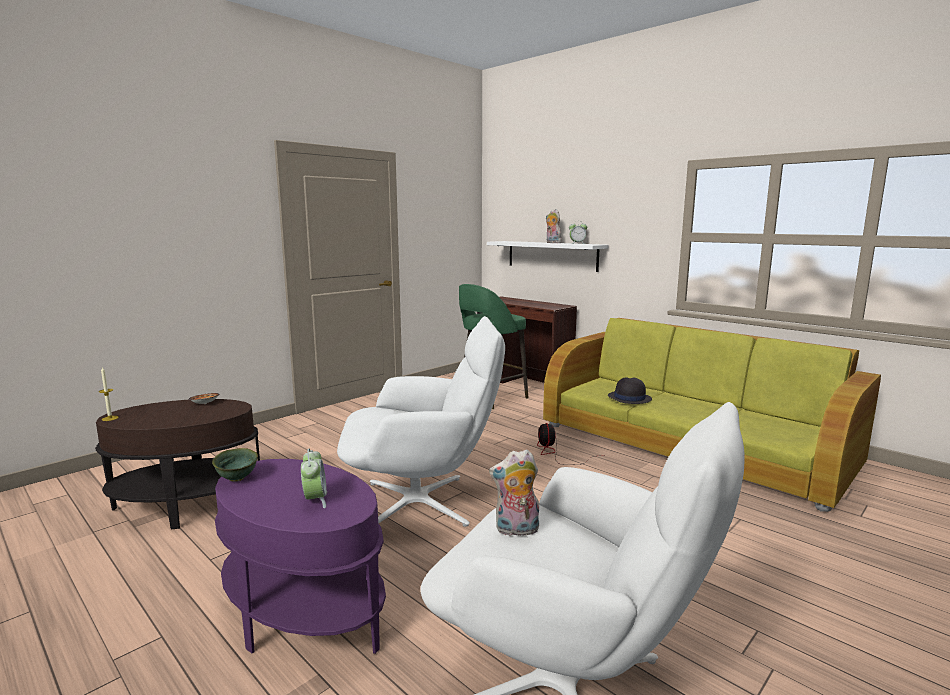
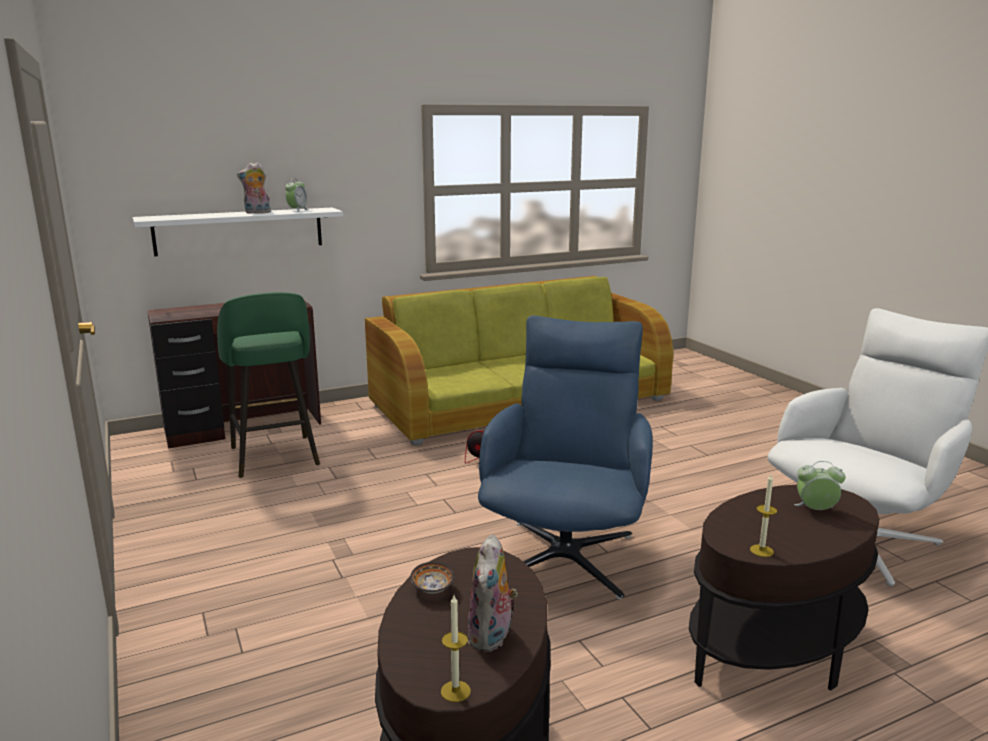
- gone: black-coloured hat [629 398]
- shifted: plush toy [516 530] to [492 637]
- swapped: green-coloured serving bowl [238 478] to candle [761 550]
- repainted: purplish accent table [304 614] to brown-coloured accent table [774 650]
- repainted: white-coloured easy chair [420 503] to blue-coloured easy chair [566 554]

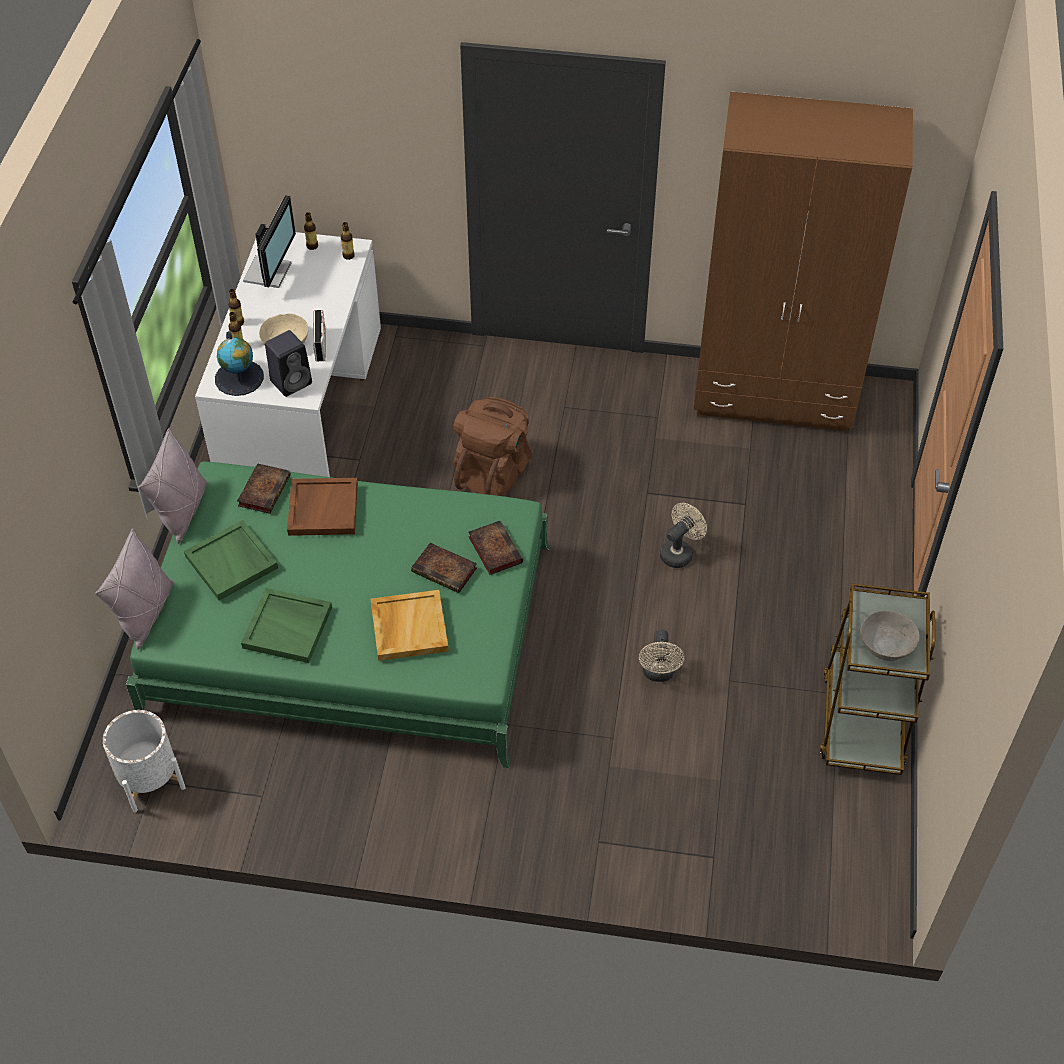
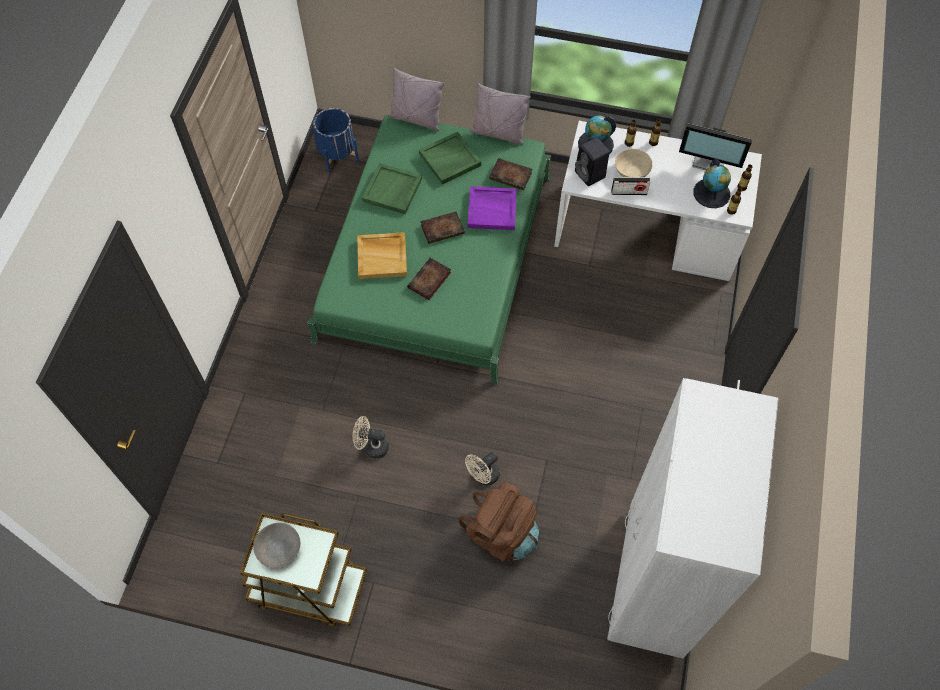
- new: world globe [711 193]
- shifted: brown-coloured knapsack [493 471] to [501 534]
- shifted: bound book [494 549] to [443 229]
- repainted: white-coloured flower pot [149 779] to blue-coloured flower pot [338 155]
- repainted: brown-coloured tray [322 508] to purplish tray [492 209]
- repainted: brown-coloured wardrobe [774 397] to white-coloured wardrobe [653 581]
- rotated: sand-coloured cooling fan [679 552] = [483 476] 90 degrees clockwise

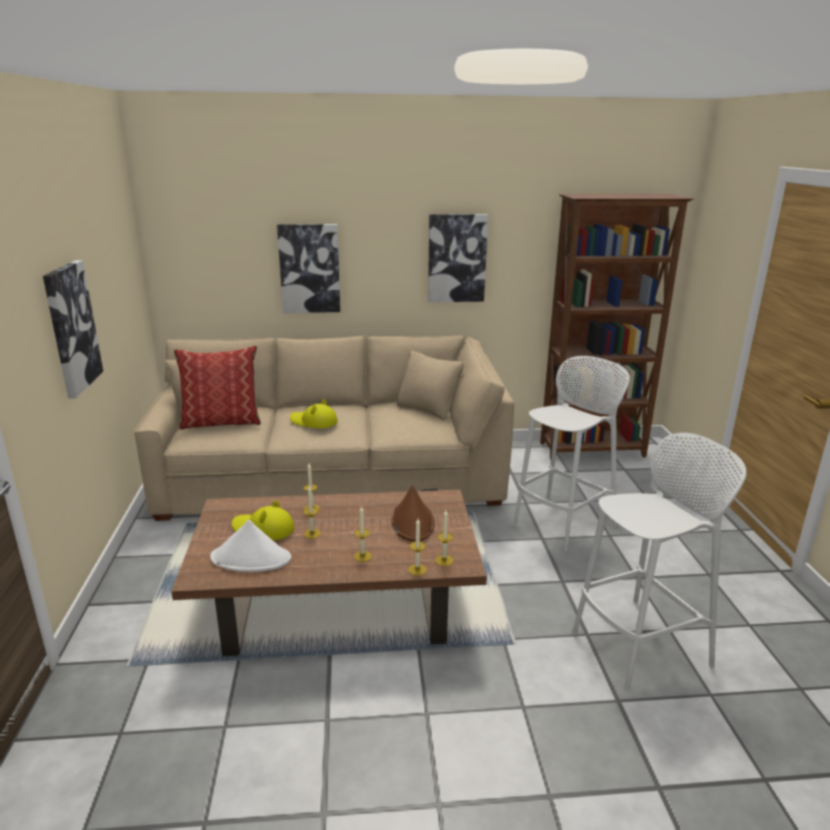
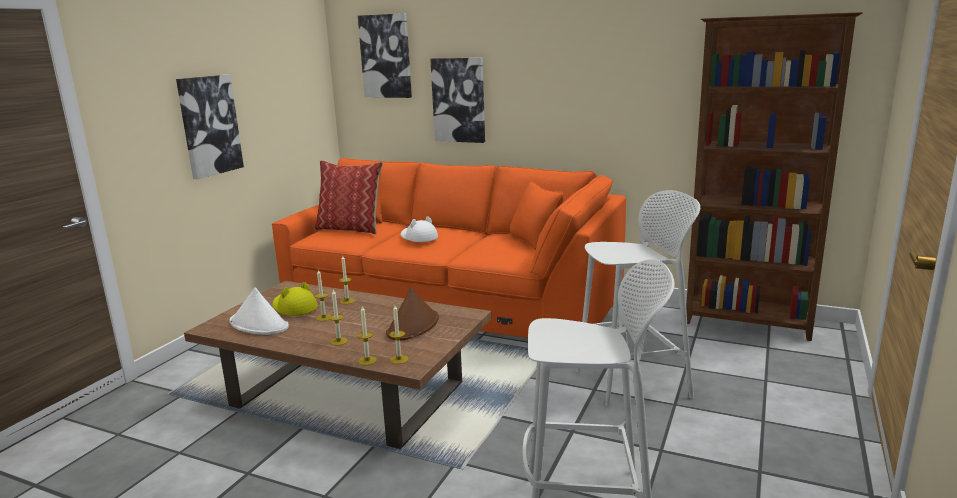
- shifted: wall picture [456 258] to [386 56]
- repainted: sand-coloured sofa [334 480] to orange sofa [450 302]
- repainted: yellow-coloured hat [313 422] to white-coloured hat [418 237]

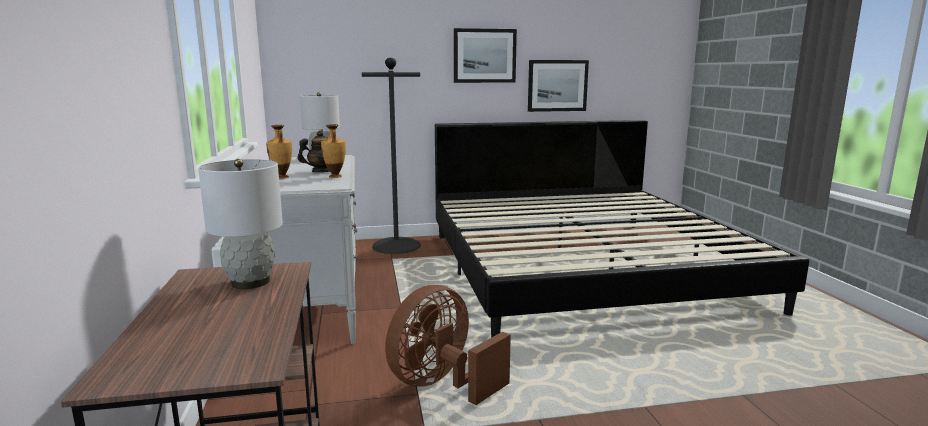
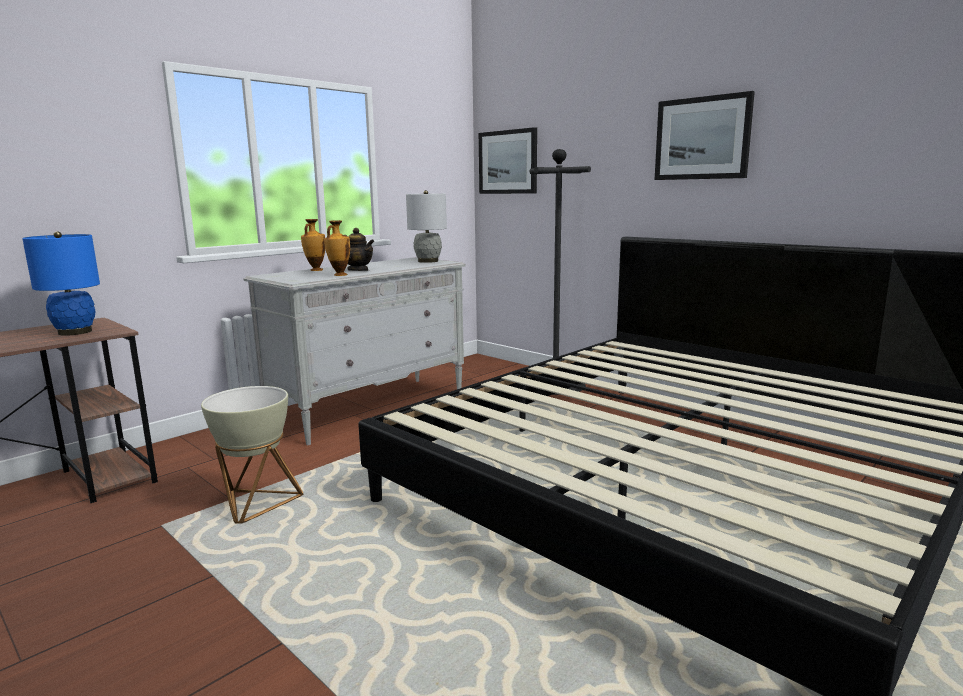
- shifted: wall picture [557 85] to [508 162]
- swapped: brown-coloured cooling fan [442 384] to flower pot [257 504]
- repainted: white-coloured lamp for a table [251 282] to blue-coloured lamp for a table [75 332]

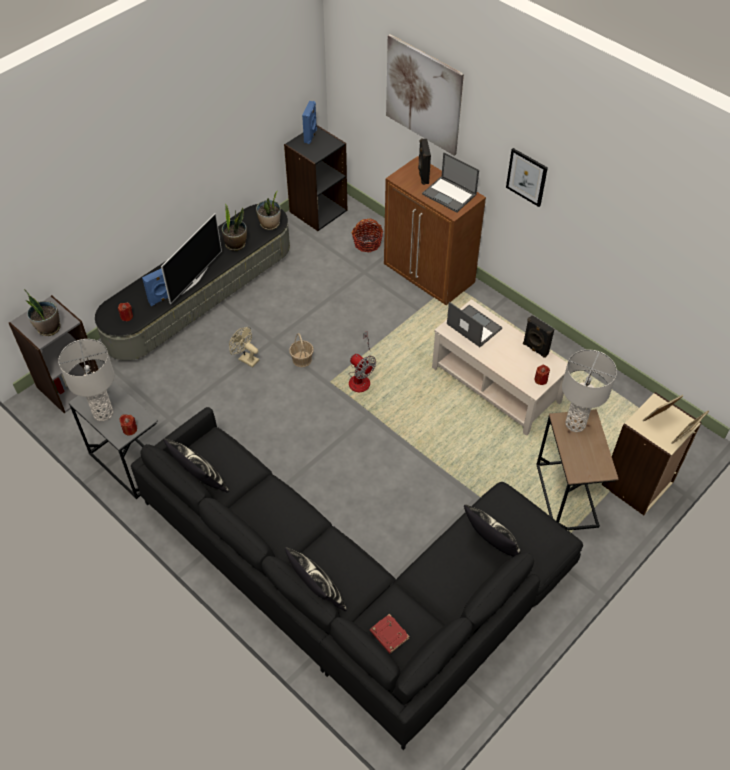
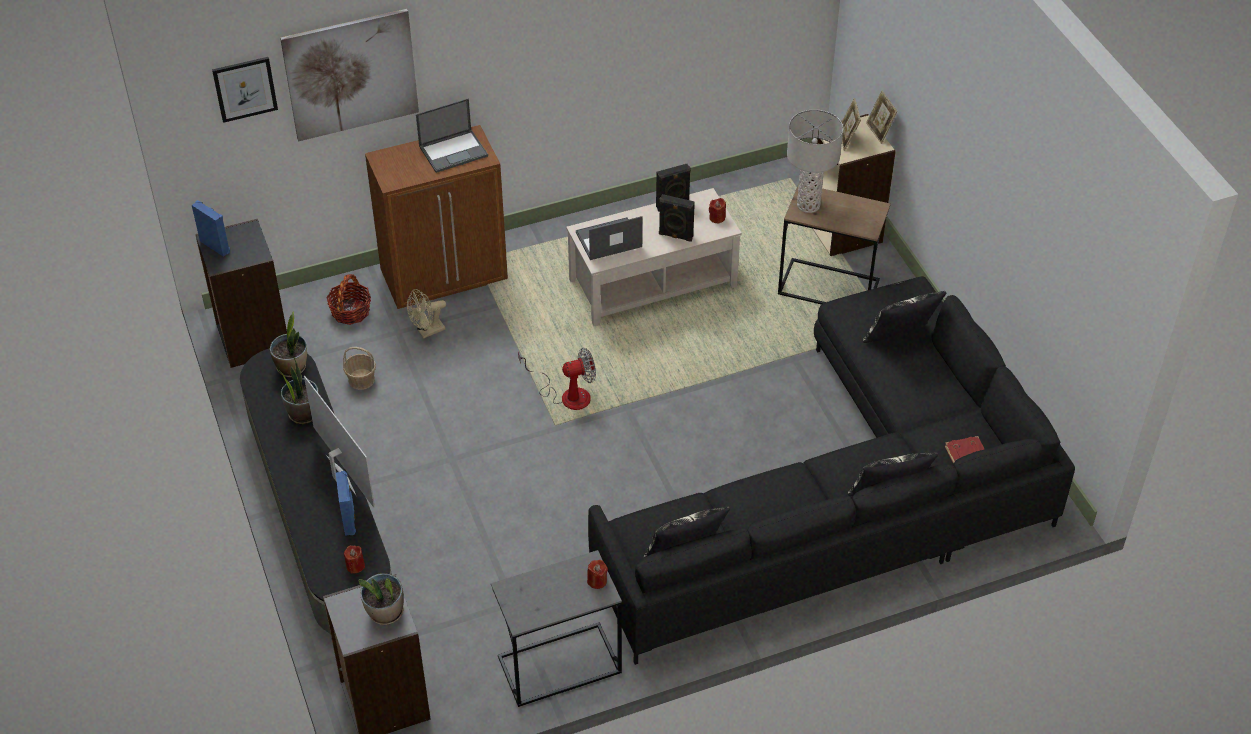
- gone: white-coloured lamp for a table [103 413]
- shifted: sand-coloured cooling fan [245 359] to [427 332]
- shifted: basket [302 359] to [361 380]
- shifted: black-coloured speaker [423 176] to [675 236]
- shifted: wall picture [527 177] to [245 89]

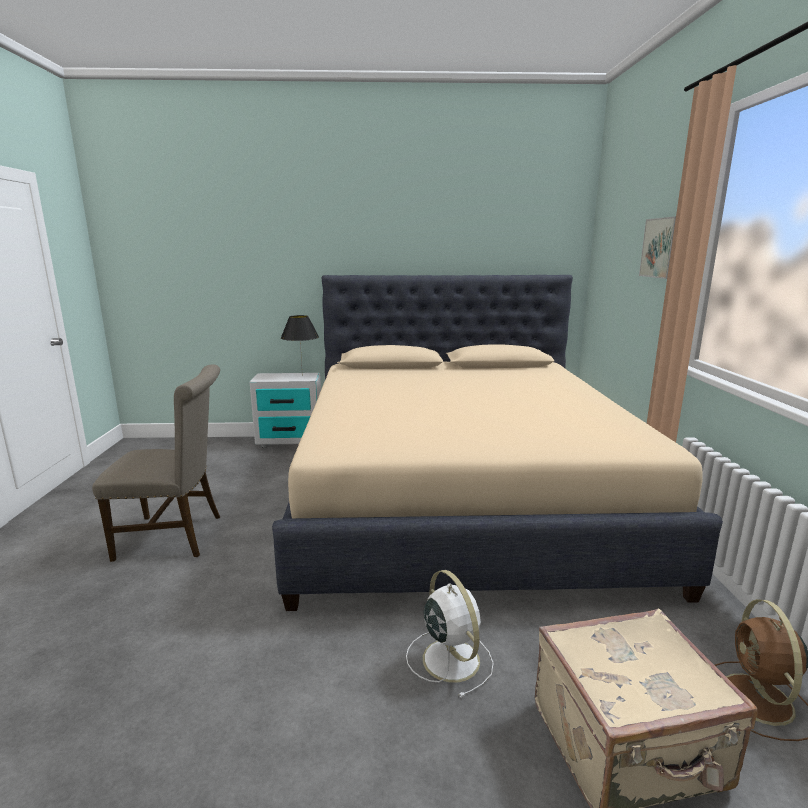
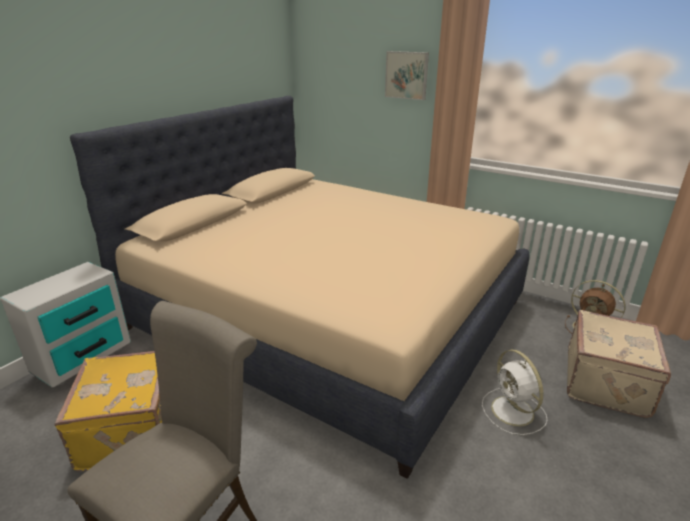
- gone: black-coloured lamp for a table [302 375]
- new: yellow-coloured suitcase [133 430]
- rotated: white-coloured cooling fan [449 658] = [513 412] 120 degrees counterclockwise

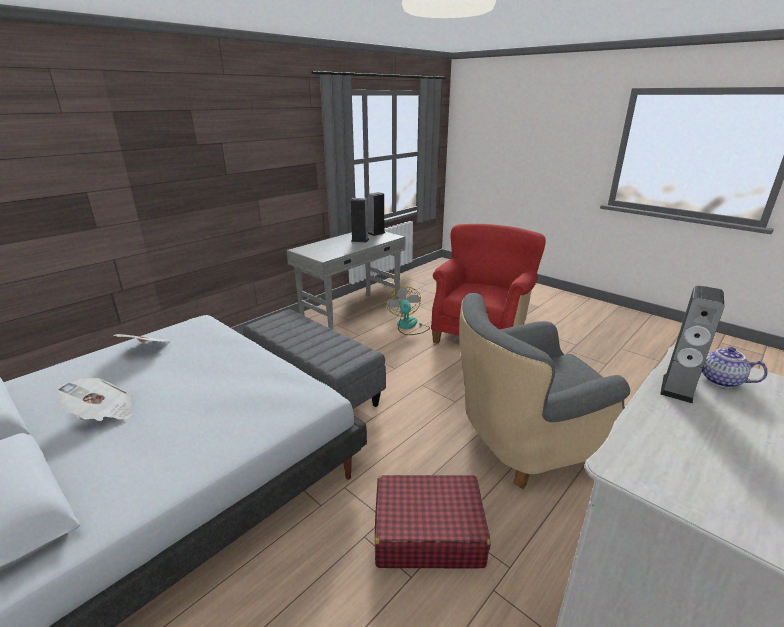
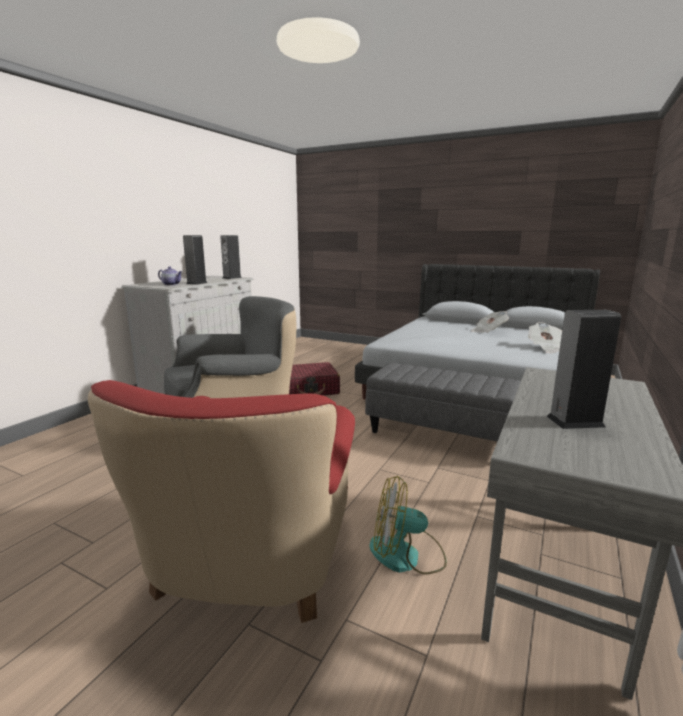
- shifted: speaker [376 233] to [232 278]
- rotated: cooling fan [408 326] = [406 555] 120 degrees clockwise

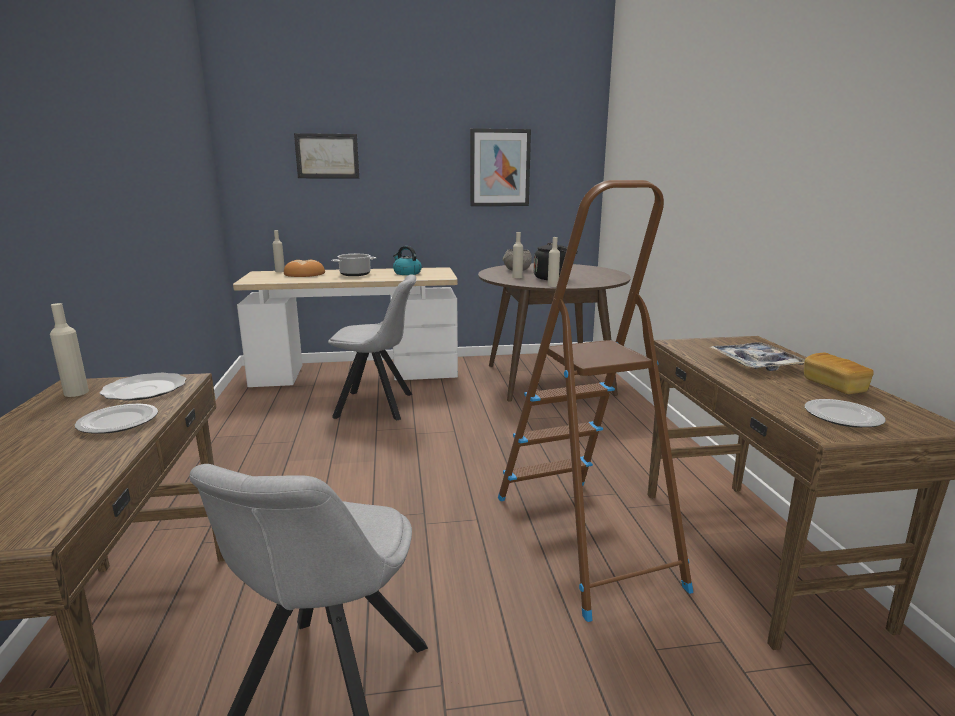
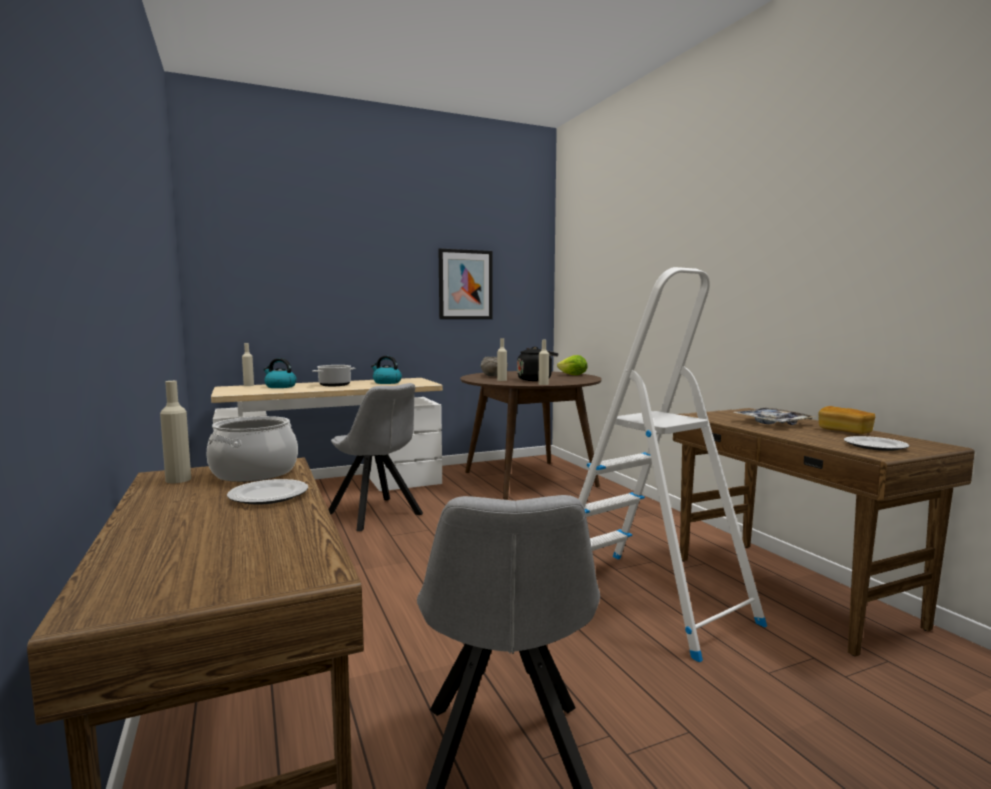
- gone: wall picture [327 156]
- new: lettuce head [573 375]
- swapped: dinner plate [144 390] to saucepot [255 473]
- swapped: baked bread [304 274] to water kettle [280 386]
- repainted: brown-coloured step ladder [582 537] to white-coloured step ladder [648 599]
- rotated: grey plain chair [377 405] = [376 514] 60 degrees clockwise

